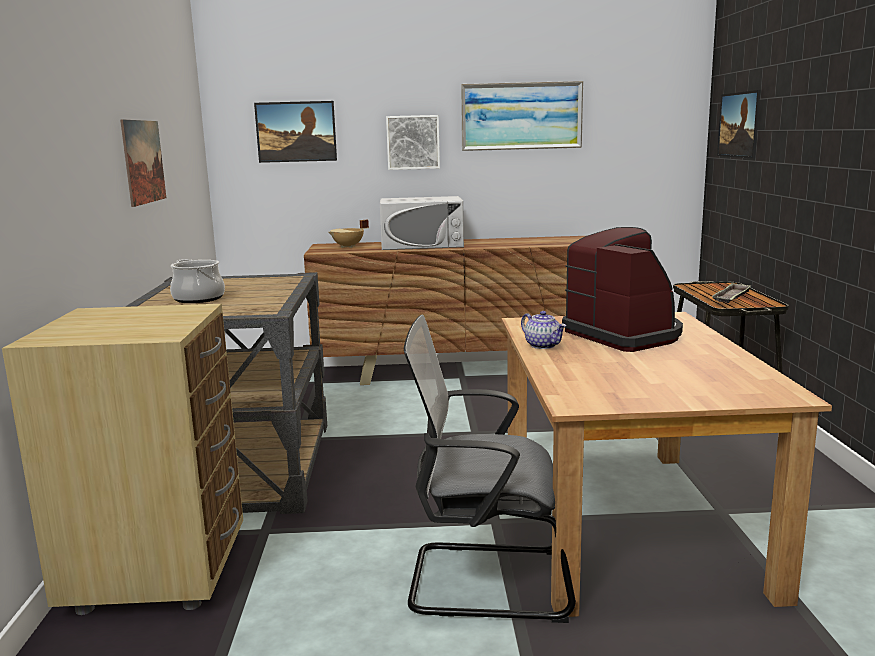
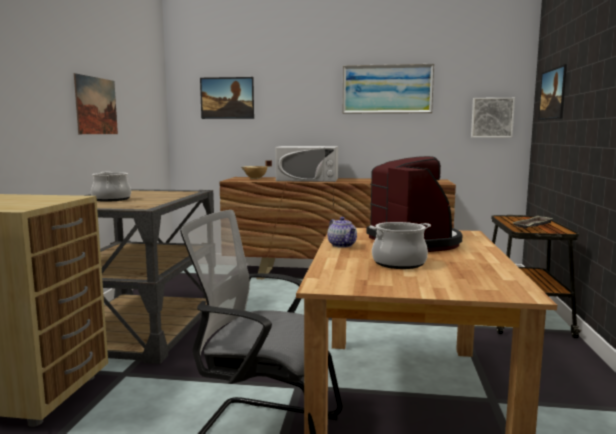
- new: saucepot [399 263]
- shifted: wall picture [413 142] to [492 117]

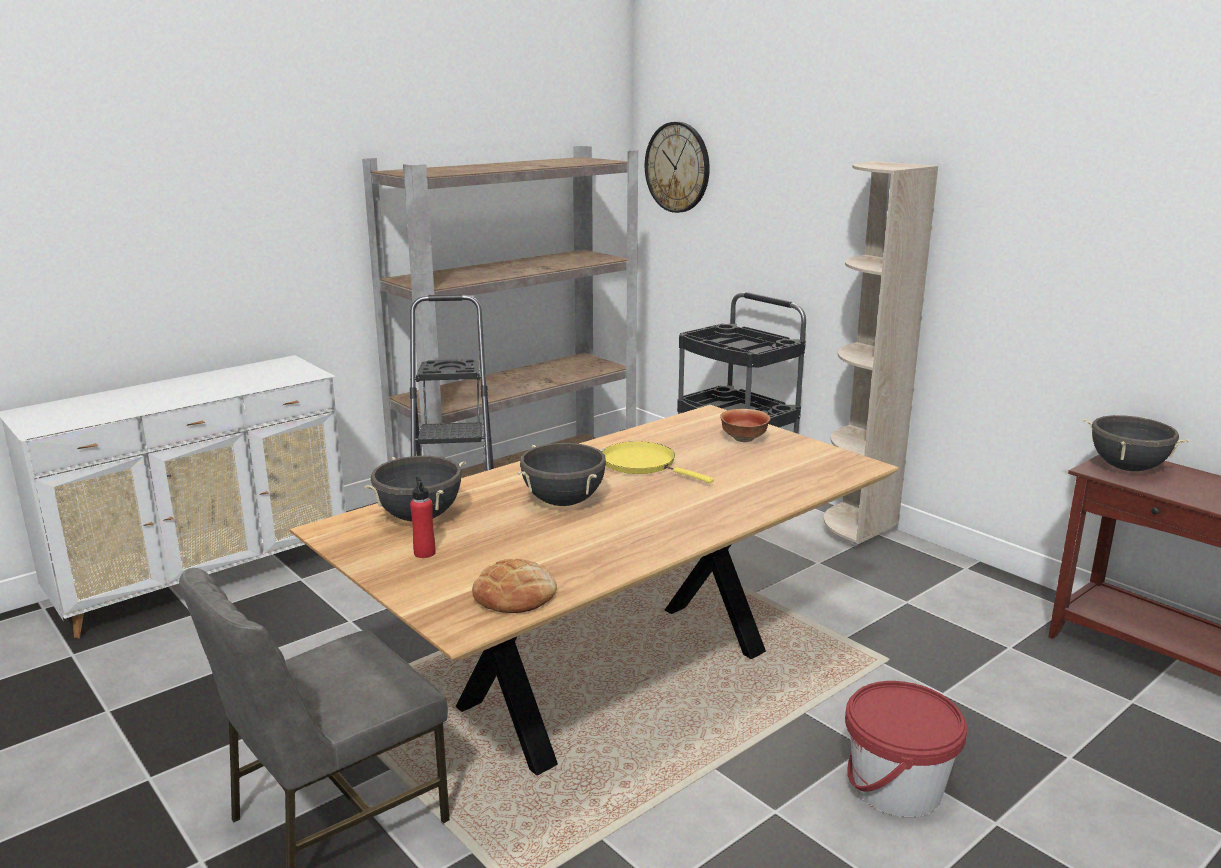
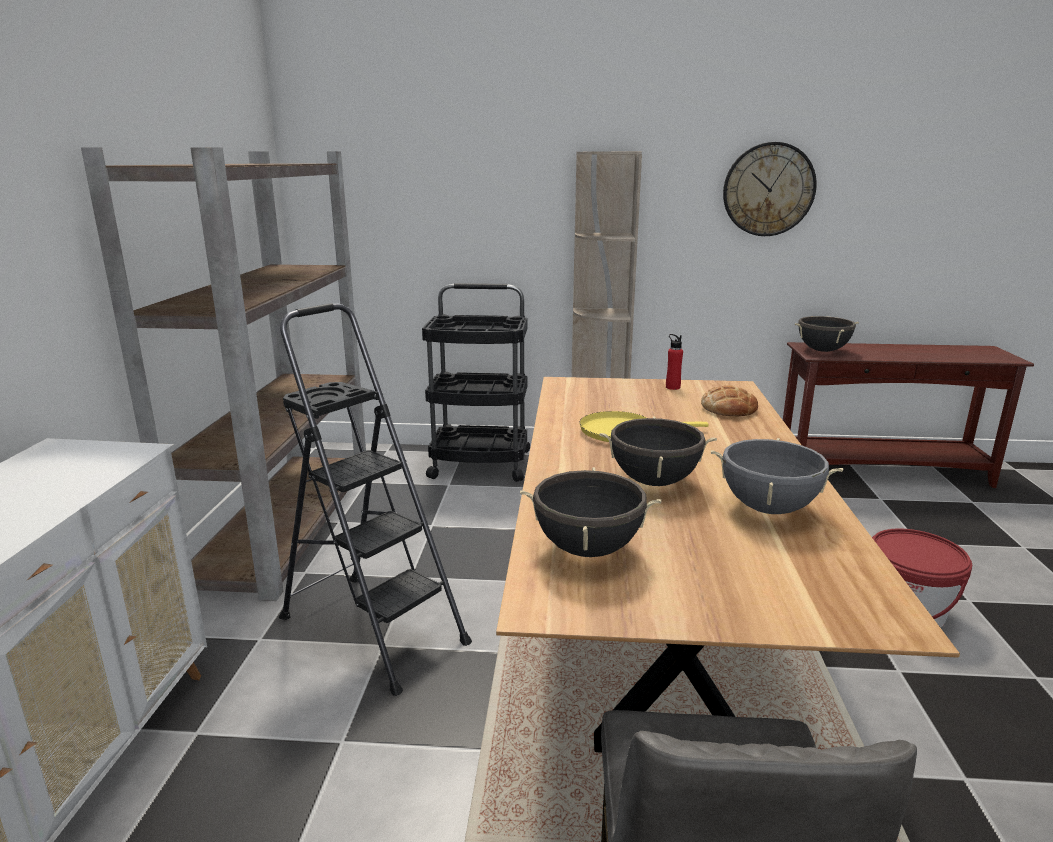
- gone: serving bowl [744 439]
- new: grey saucepot [769 508]
- shifted: reddish bottle [424 553] to [672 387]
- shifted: baked bread [515 595] to [728 408]
- shifted: clock on the wall [677 167] to [768 189]

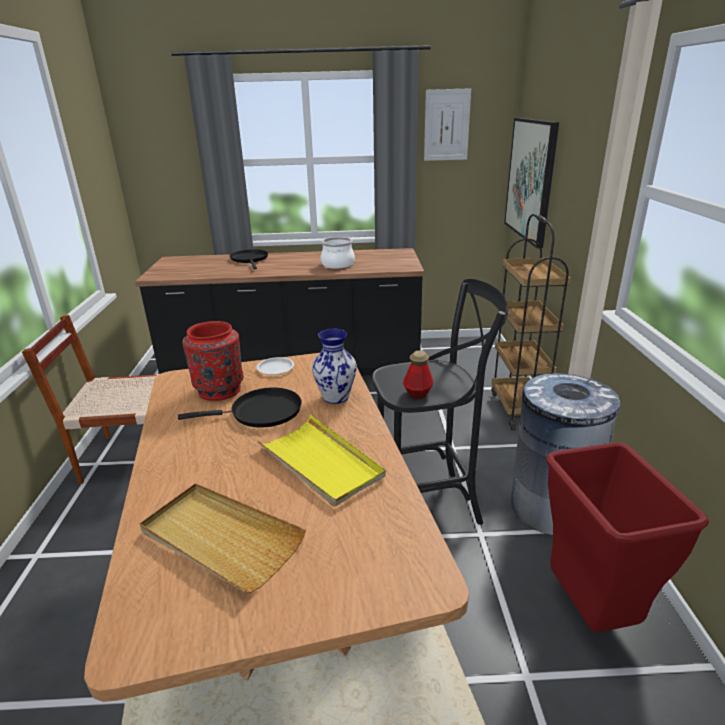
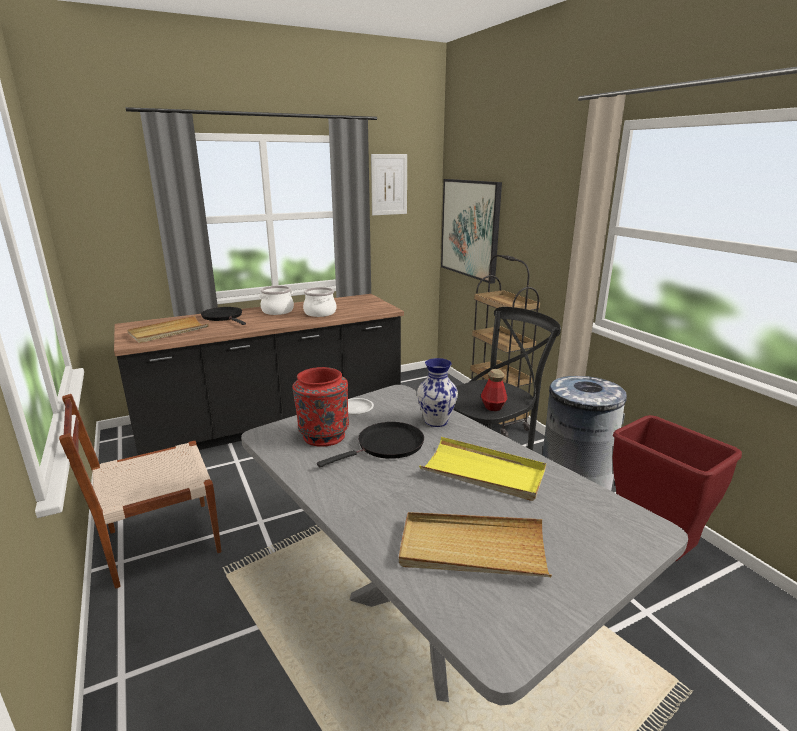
- new: sand-coloured tray [168 332]
- new: saucepot [277 311]
- repainted: brown-coloured dining table [286 597] to grey dining table [427 621]

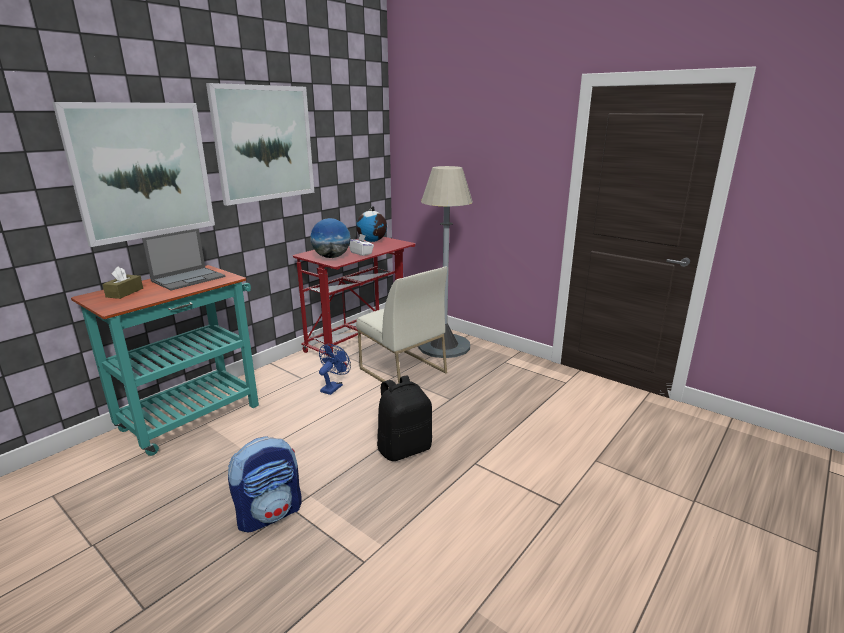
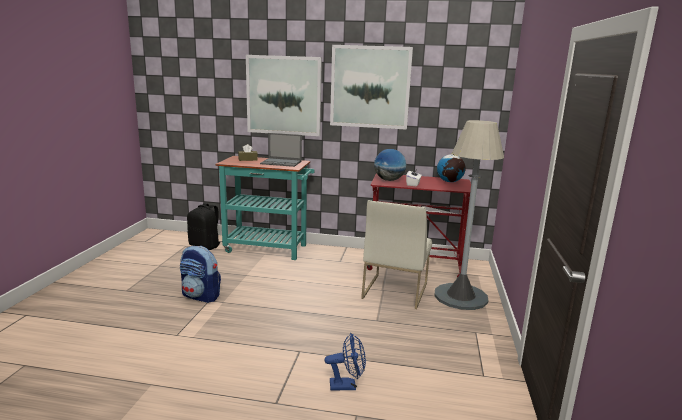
- shifted: blue-coloured cooling fan [333 387] to [347 385]
- shifted: black-coloured knapsack [404 448] to [205 246]

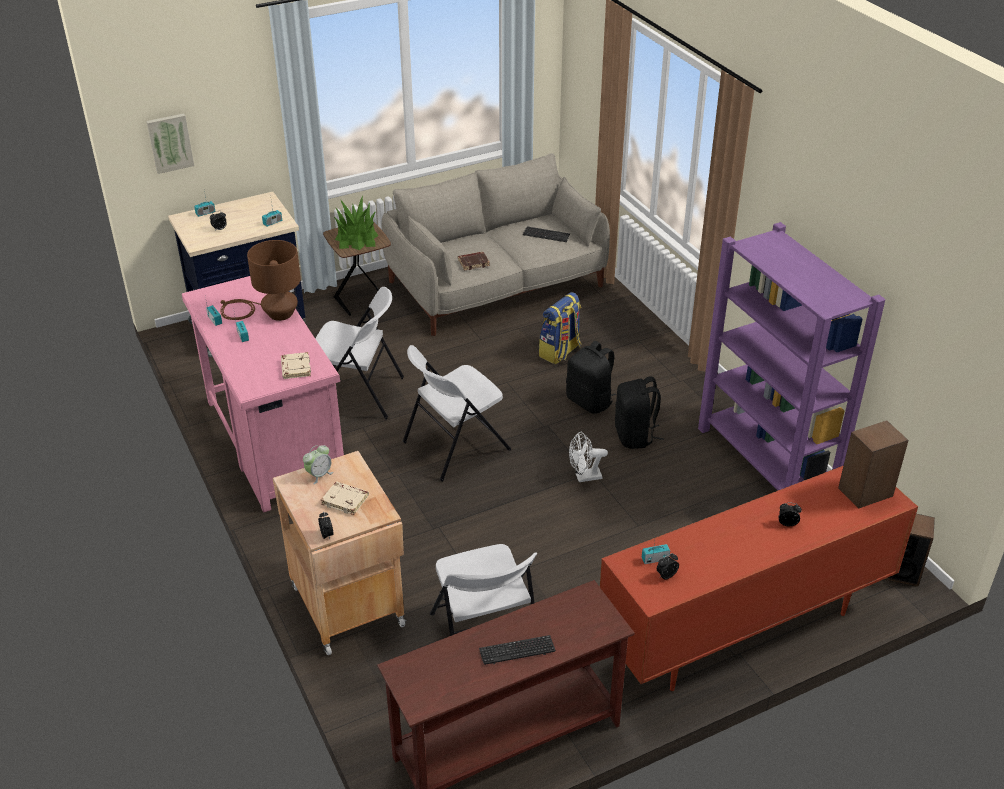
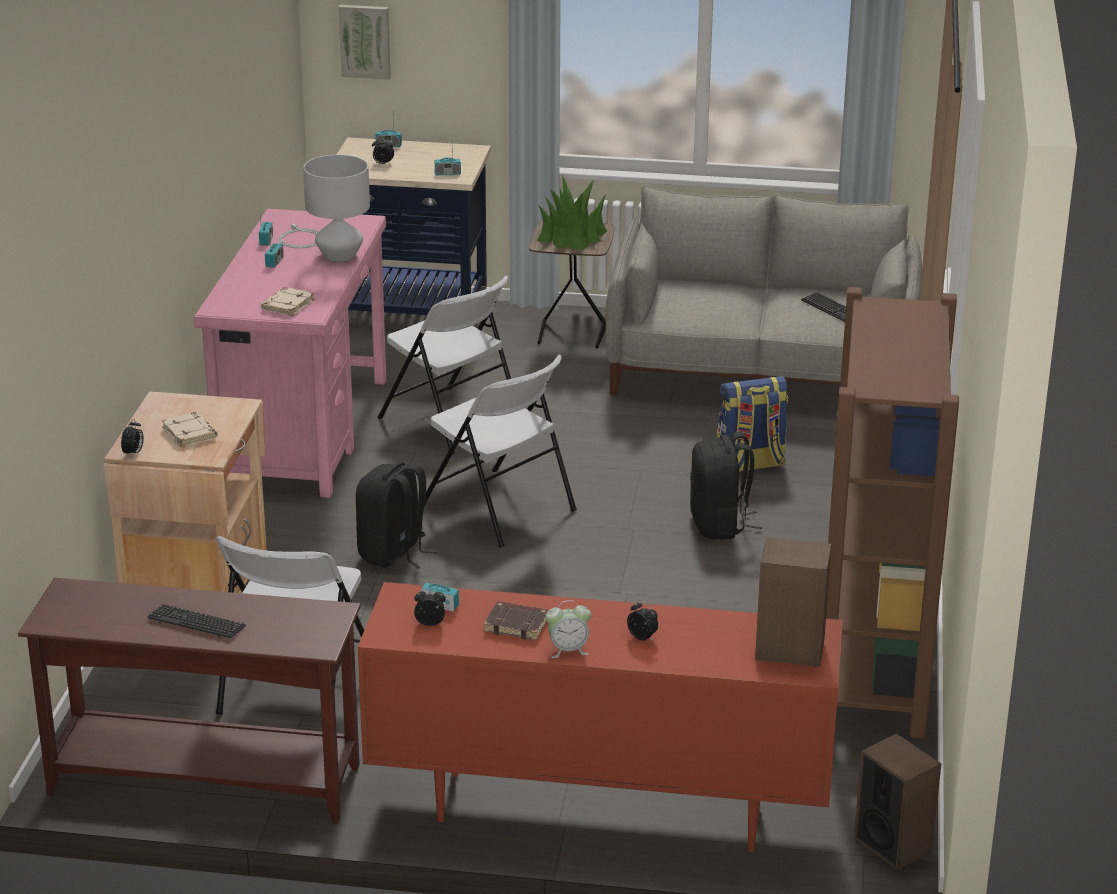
- gone: white-coloured cooling fan [584 477]
- shifted: table clock [319 475] to [568 650]
- shifted: brown-coloured bound book [473 263] to [517 625]
- shifted: black-coloured knapsack [635 436] to [394 553]
- repainted: brown-coloured lamp for a table [264 312] to grey lamp for a table [325 249]
- repainted: purplish bookcase [766 460] to brown-coloured bookcase [873 667]
- rotated: white-coloured plain chair [456 445] = [497 508] 135 degrees counterclockwise

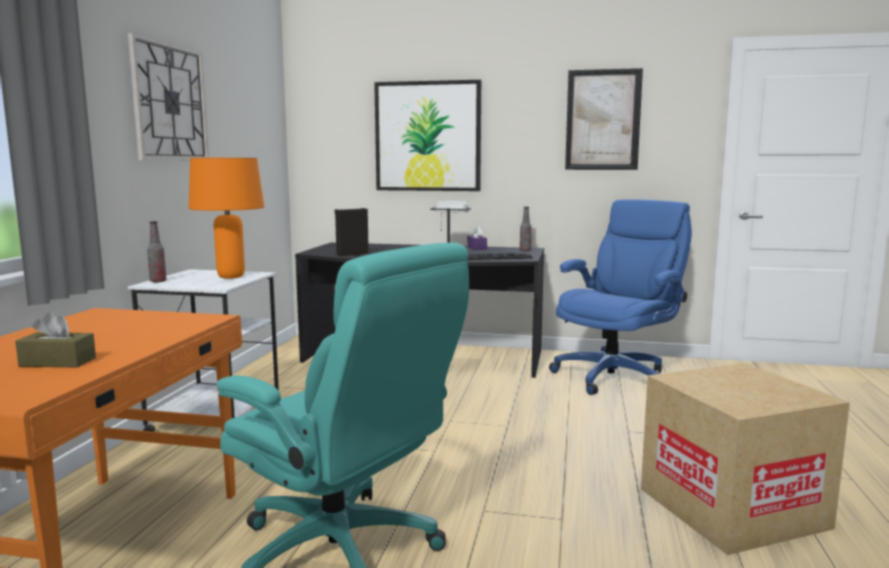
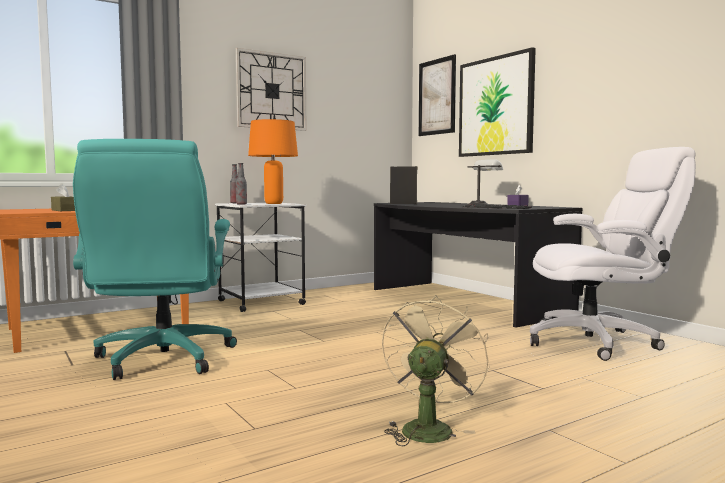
- shifted: bottle [525 250] to [241 204]
- shifted: wall picture [603 120] to [437 97]
- swapped: carton [732 508] to sand-coloured cooling fan [428 428]
- repainted: blue-coloured office chair [616 376] to white-coloured office chair [600 342]

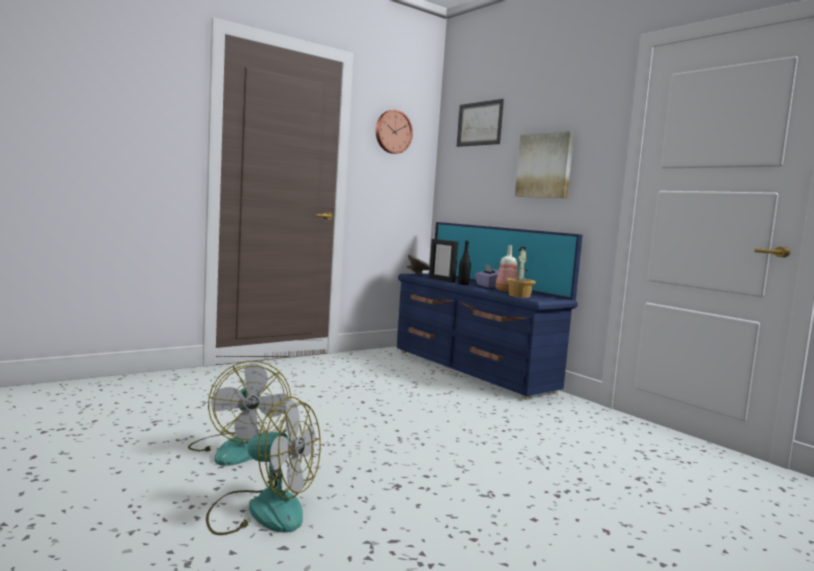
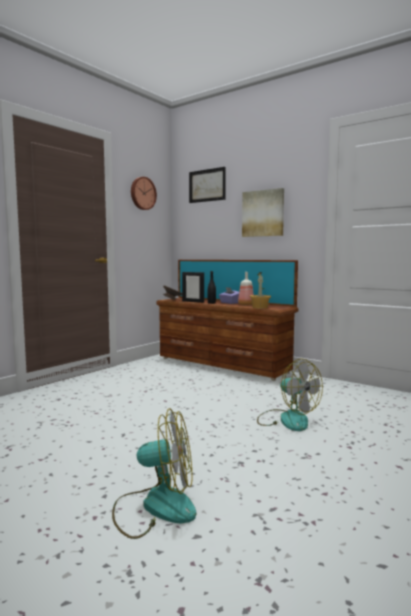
- shifted: cooling fan [237 448] to [287 419]
- repainted: blue-coloured dresser [471 371] to brown-coloured dresser [222 365]

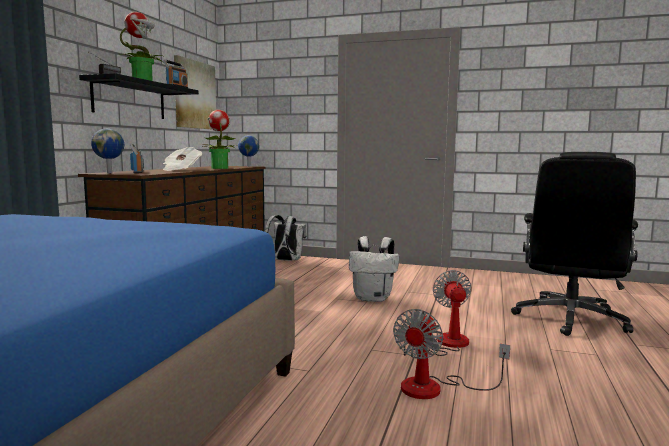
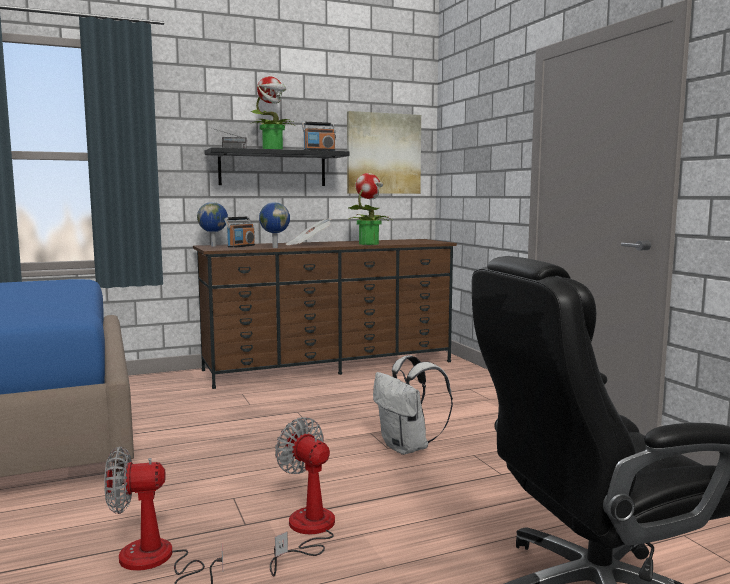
- gone: white-coloured knapsack [286 260]
- shifted: world globe [248 166] to [274 247]
- rotated: cooling fan [445 344] = [306 531] 90 degrees counterclockwise

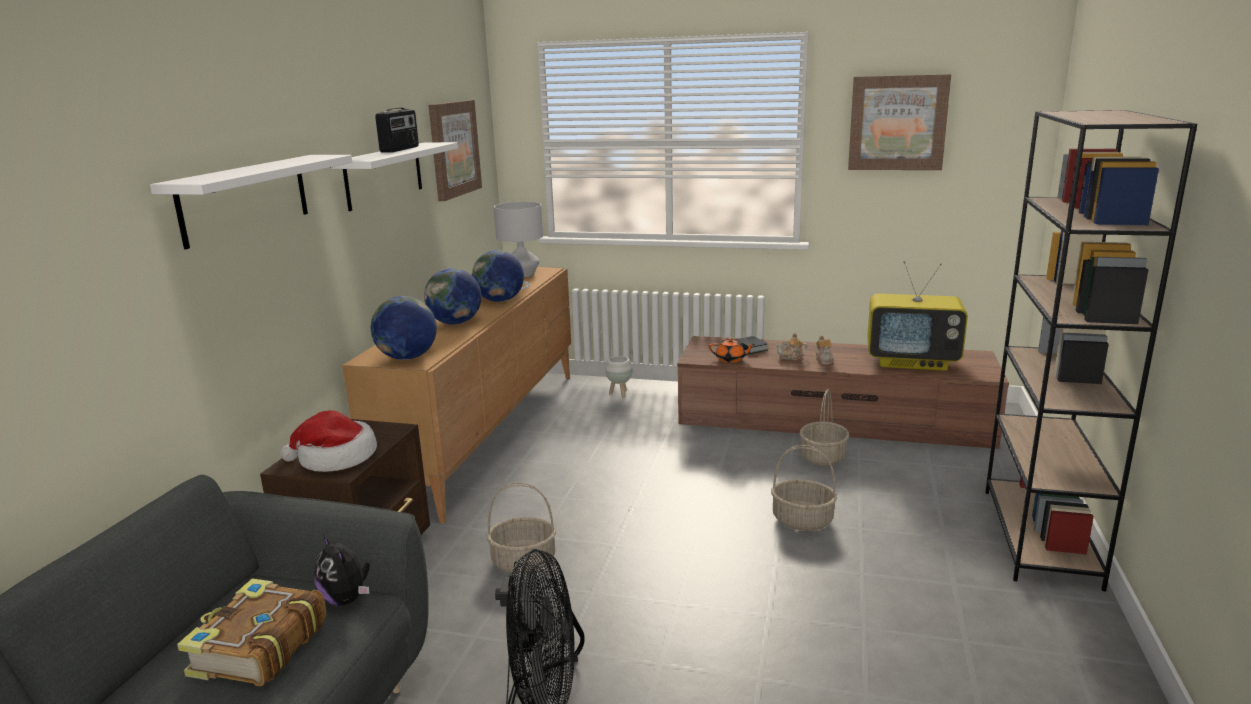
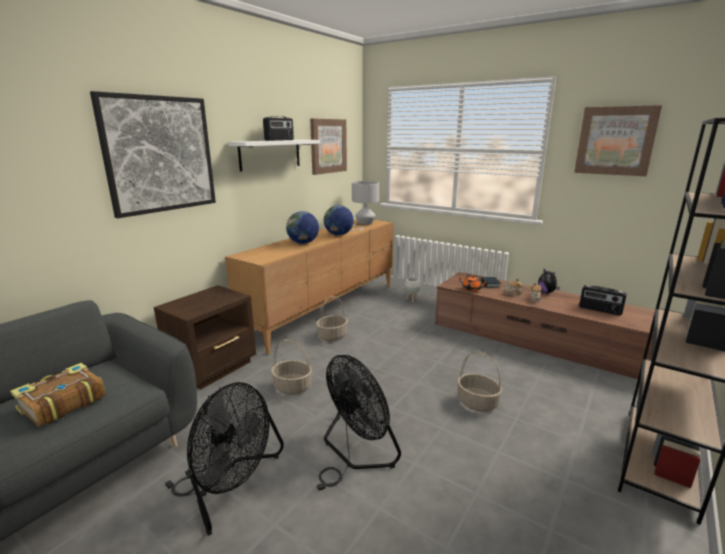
- gone: hat [335 458]
- gone: world globe [407 358]
- new: black-coloured cooling fan [350 450]
- shifted: plush toy [346 599] to [546 292]
- shifted: basket [823 457] to [332 336]
- swapped: white-coloured shelf [245 199] to wall picture [160 154]
- swapped: TV [912 362] to radio receiver [600 310]

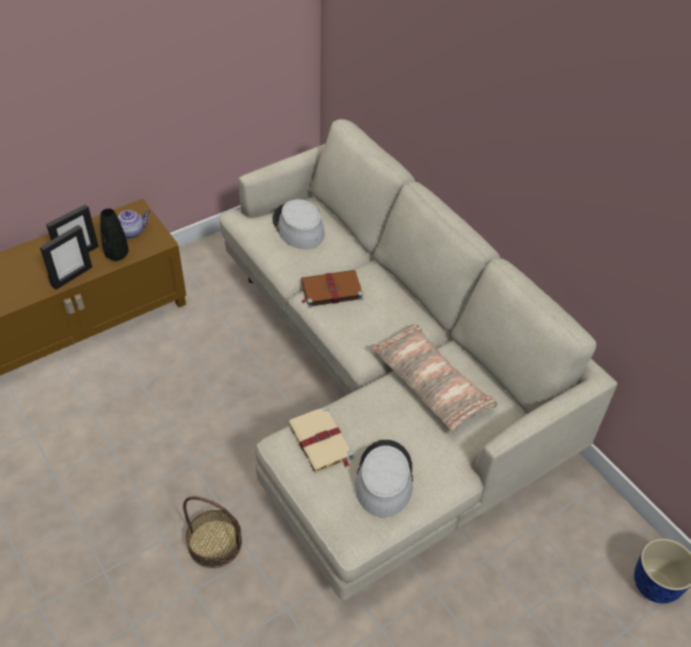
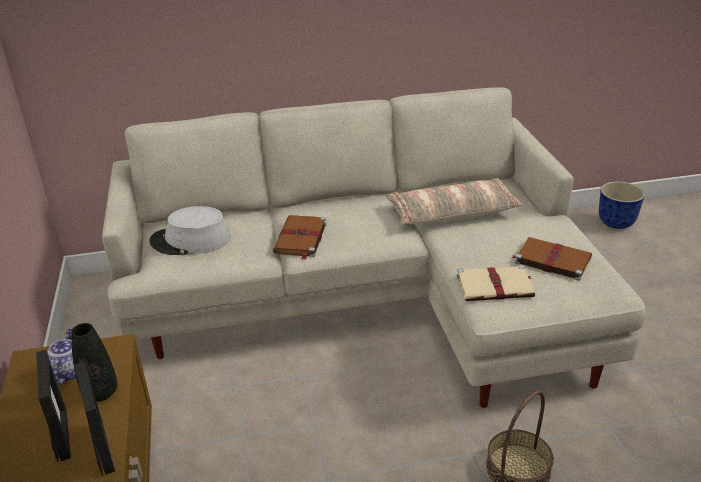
- swapped: grey hat [384 479] to brown-coloured bound book [551 260]

